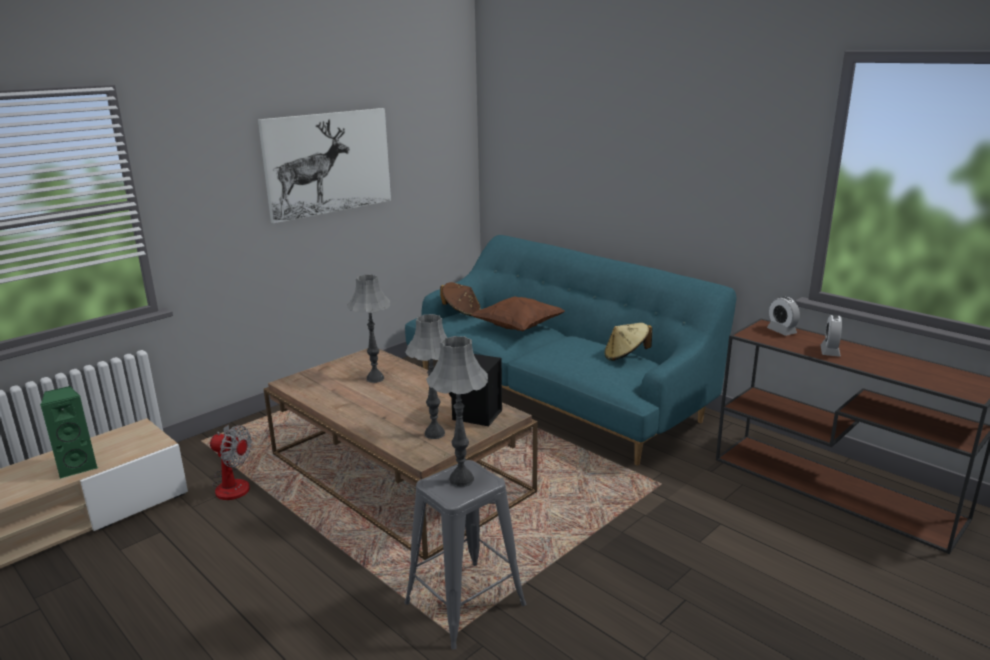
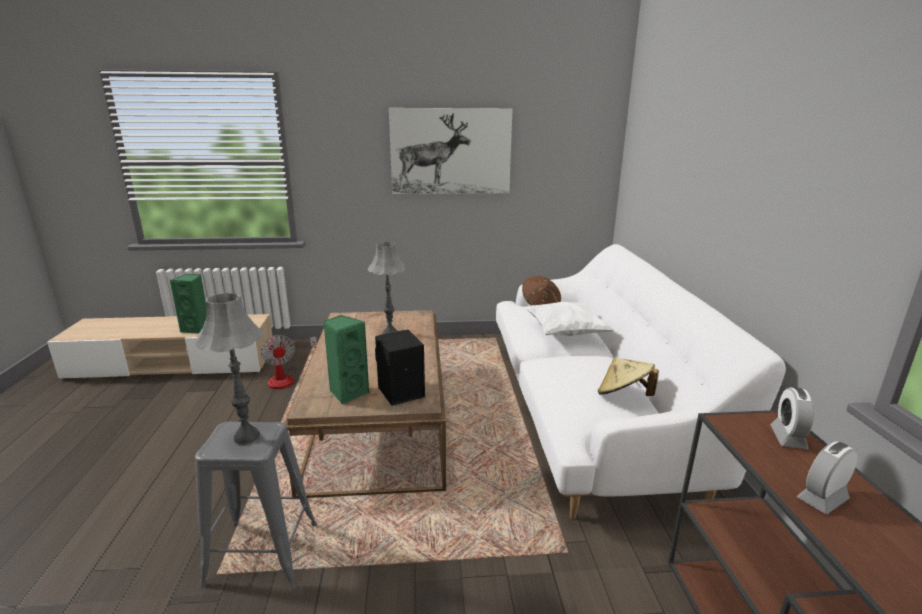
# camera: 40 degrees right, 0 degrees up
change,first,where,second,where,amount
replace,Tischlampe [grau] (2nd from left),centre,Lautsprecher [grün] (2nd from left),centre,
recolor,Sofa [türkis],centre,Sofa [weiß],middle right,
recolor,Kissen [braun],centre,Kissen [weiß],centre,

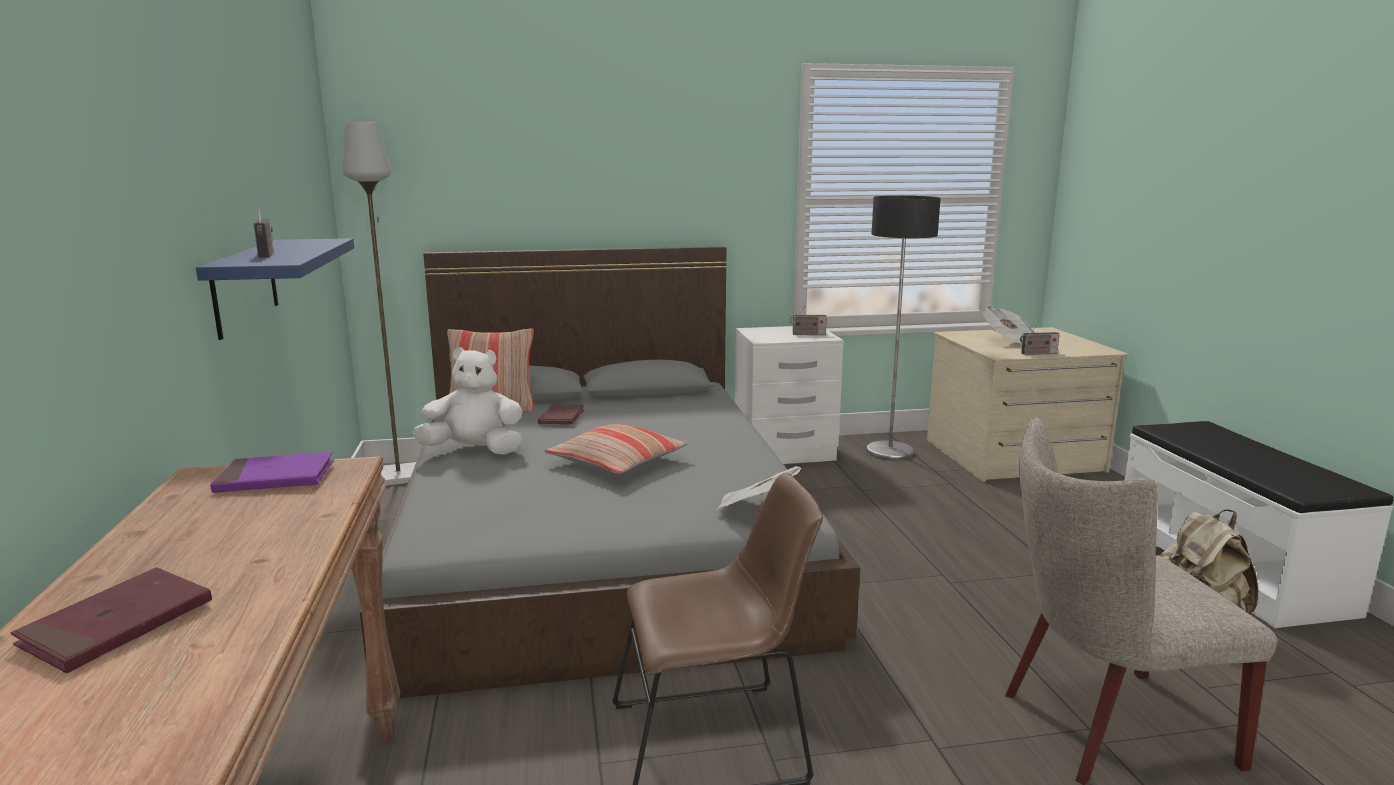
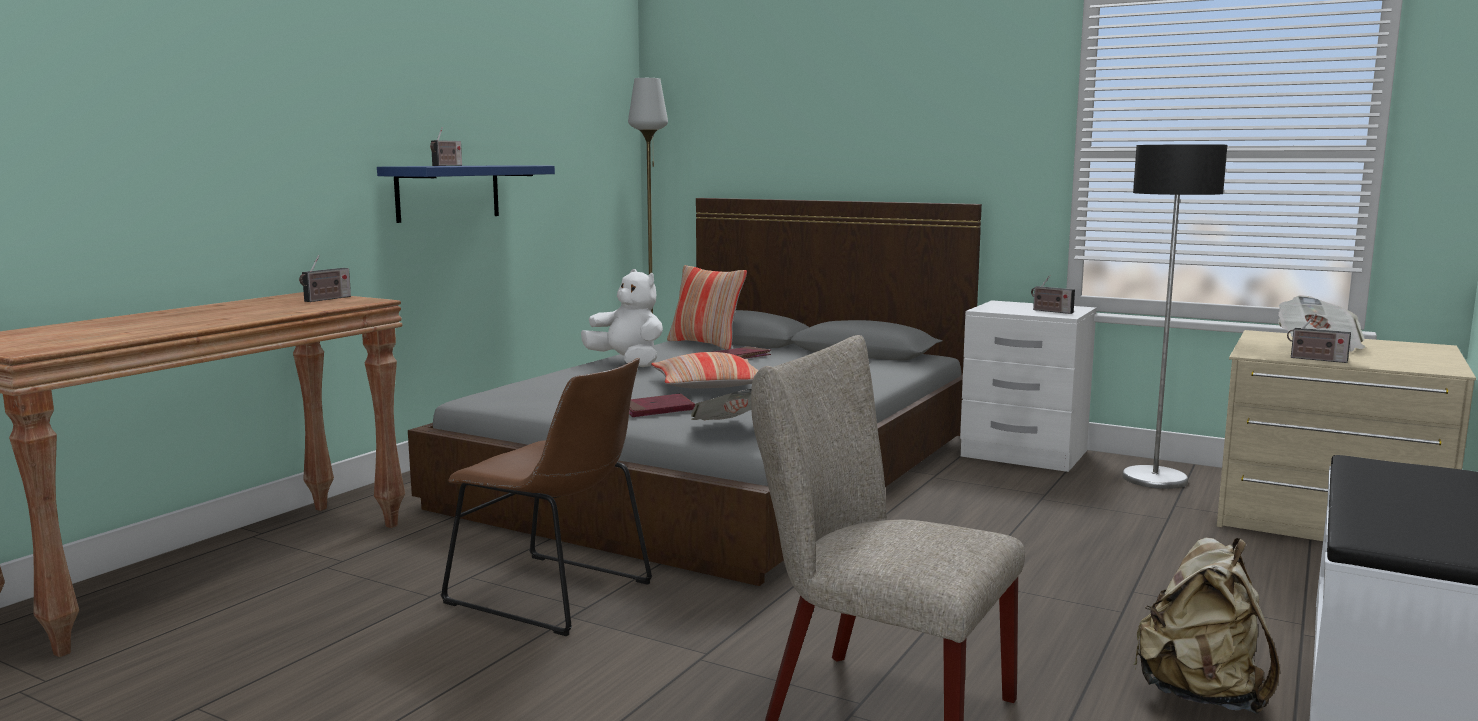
# camera: 40 degrees right, 5 degrees down
change,first,where,second,where,amount
move,Buch [rot] (1st from left),bottom left,,centre,
replace,Buch [lila],middle left,Radio (1st from left),middle left,

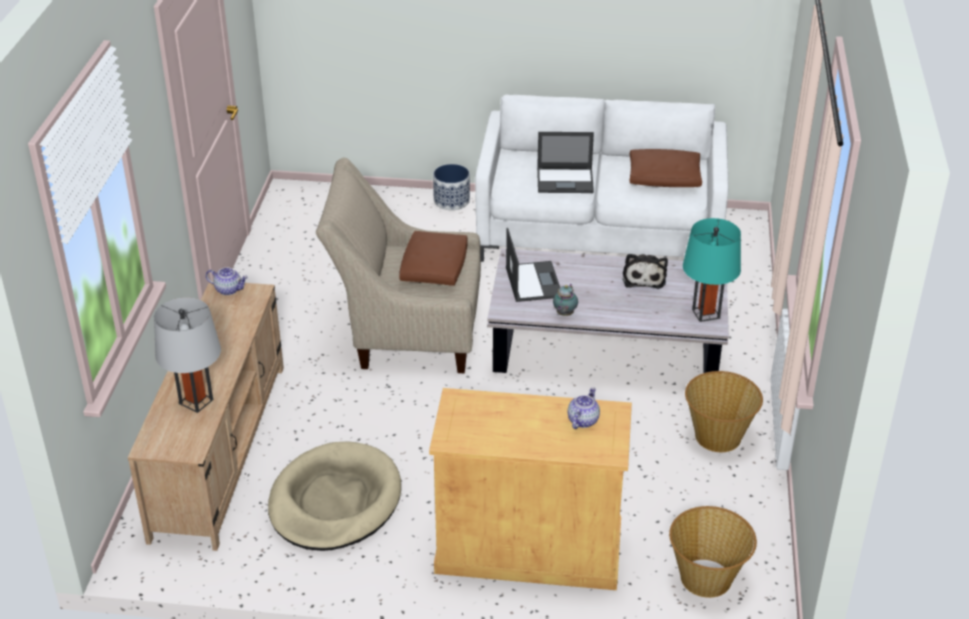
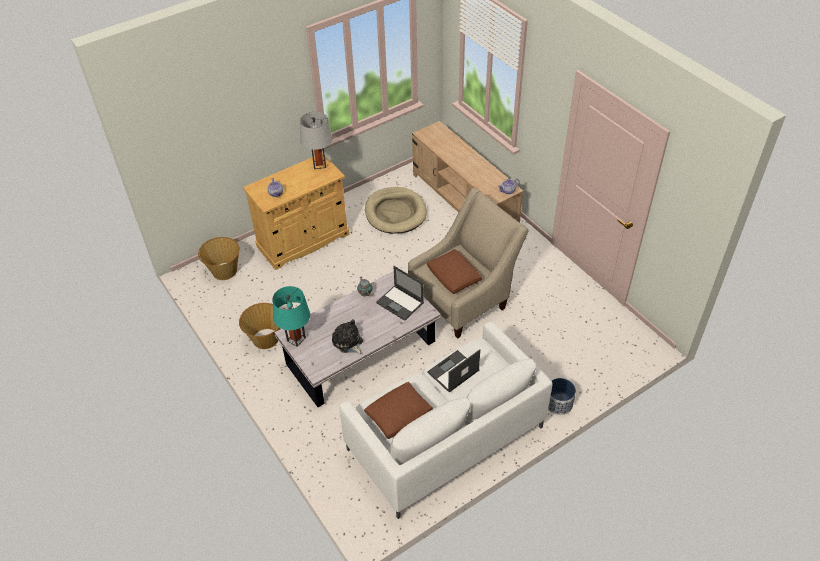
# camera: 140 degrees right, 10 degrees up
change,first,where,second,where,amount
move,Tischlampe [grau],middle left,,top centre,

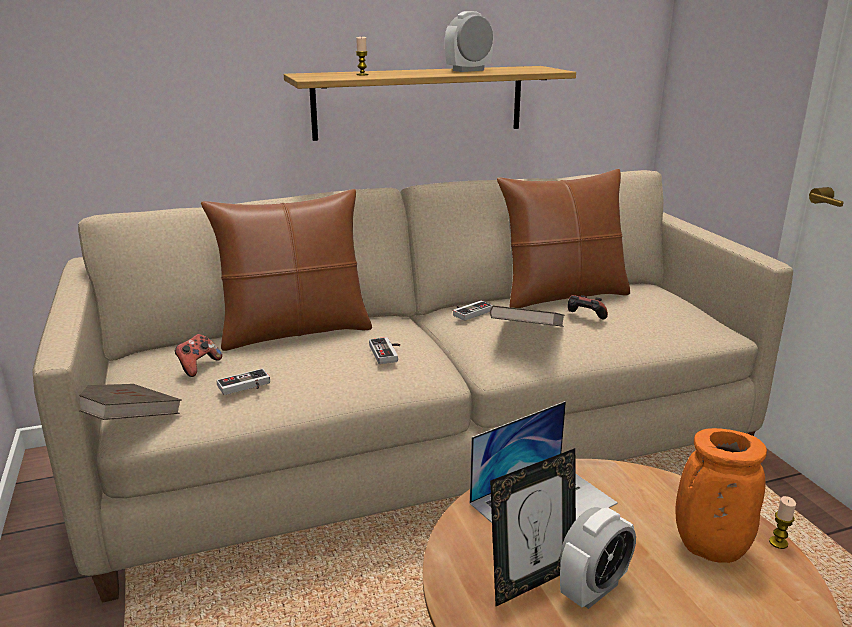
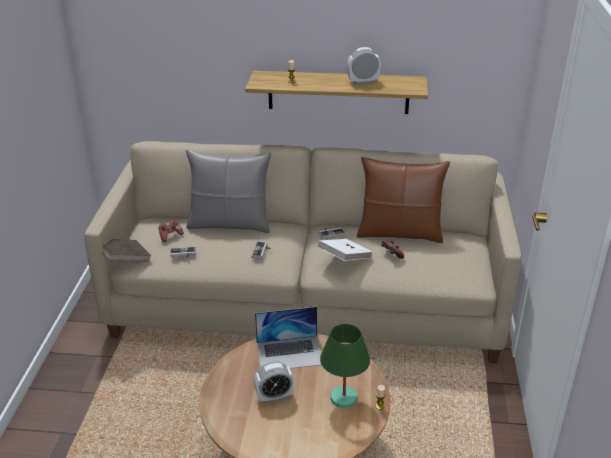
# camera: 25 degrees right, 10 degrees up
change,first,where,second,where,amount
delete,Bilderrahmen,bottom centre,,,
replace,Vase [orange],bottom right,Tischlampe [grün],bottom centre,
recolor,Kissen [braun] (1st from left),centre,Kissen [grau],centre,
recolor,Buch [braun] (2nd from left),centre,Buch [weiß],centre,

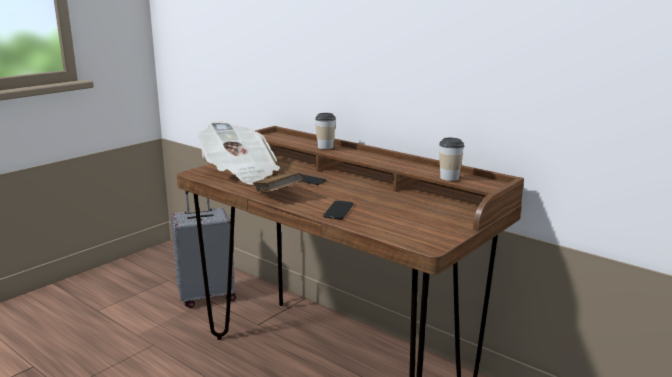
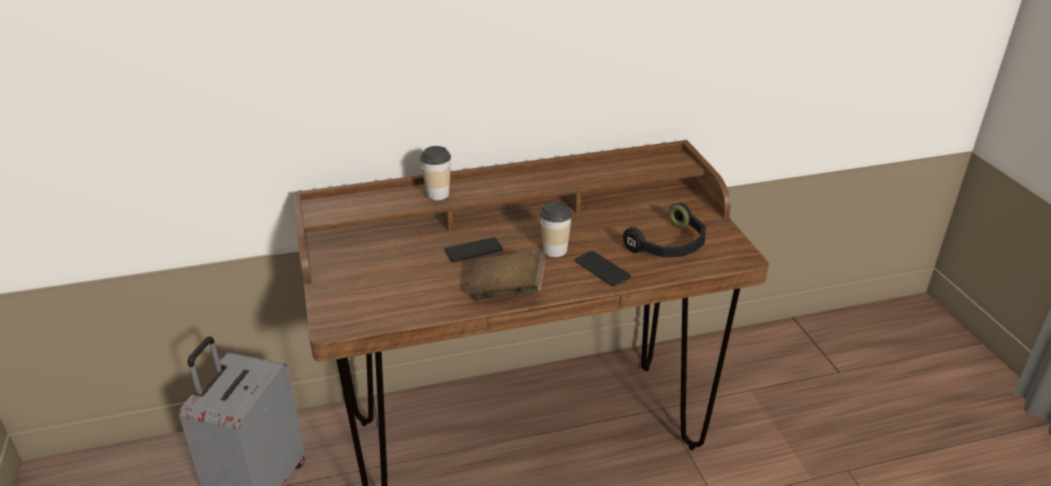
# camera: 55 degrees left, 15 degrees up
change,first,where,second,where,amount
delete,Zeitung,centre,,,
insert,,,Kopfhörer [schwarz],centre,
move,Tasse (2nd from left),middle right,,centre,

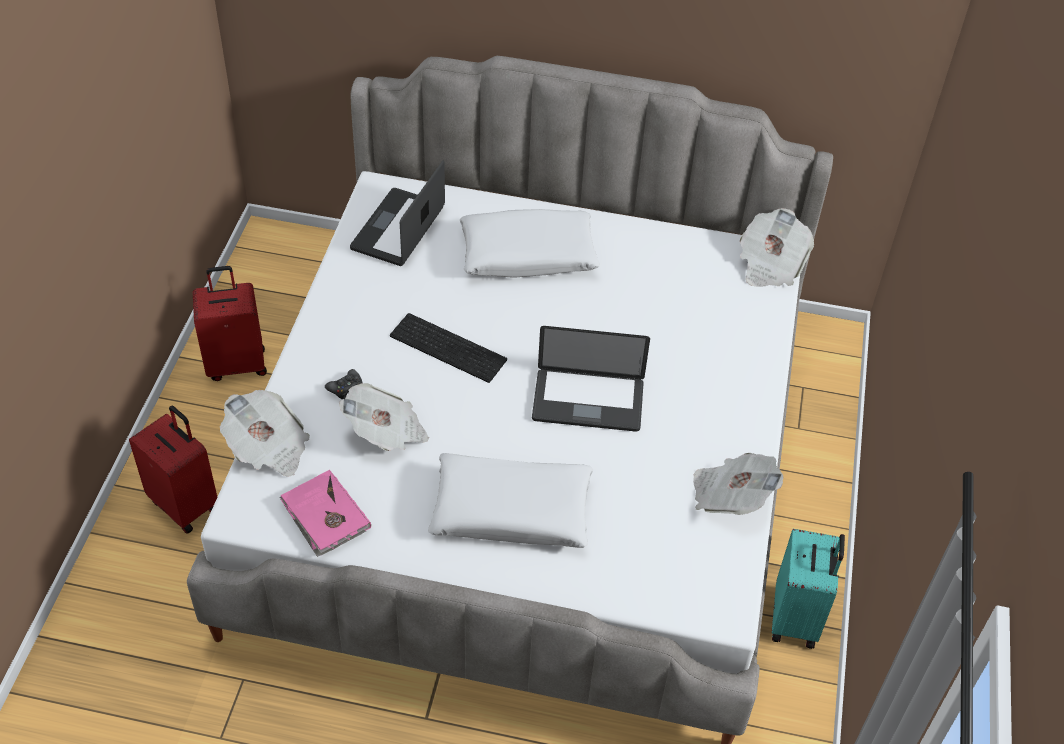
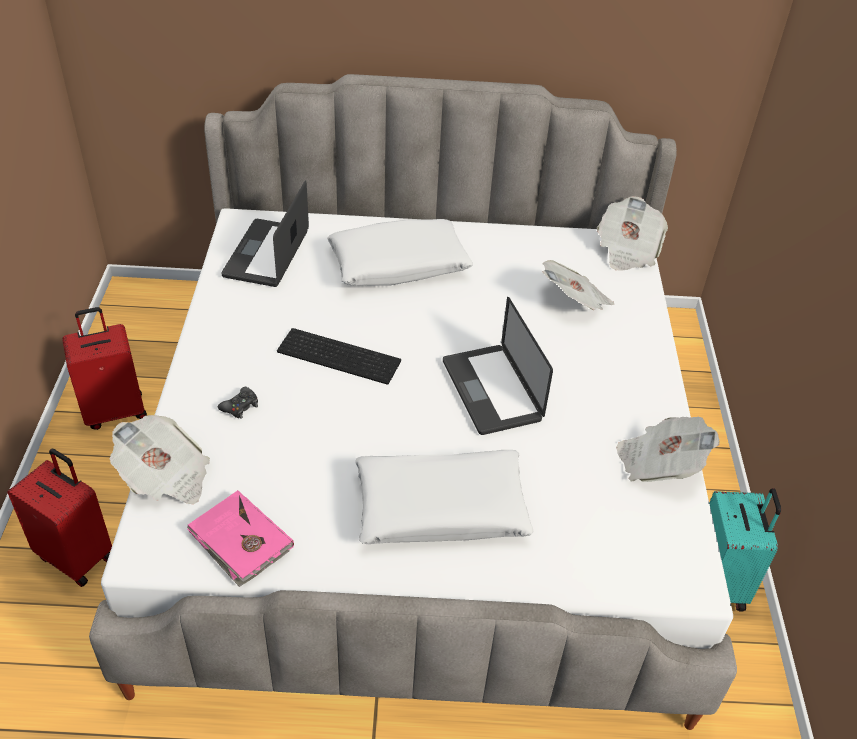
# camera: 10 degrees left, 5 degrees down
change,first,where,second,where,amount
move,Zeitung (2nd from left),centre,,middle right,
rotate,Laptop (2nd from left),centre,,centre,75 degrees clockwise

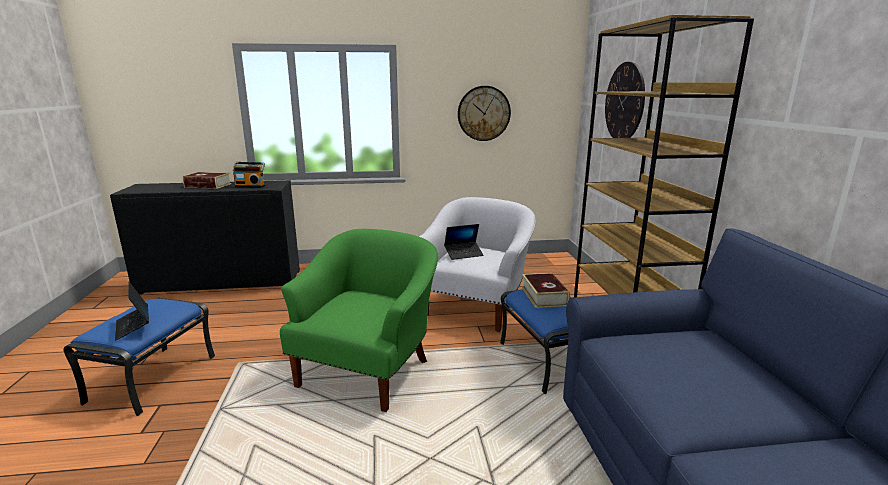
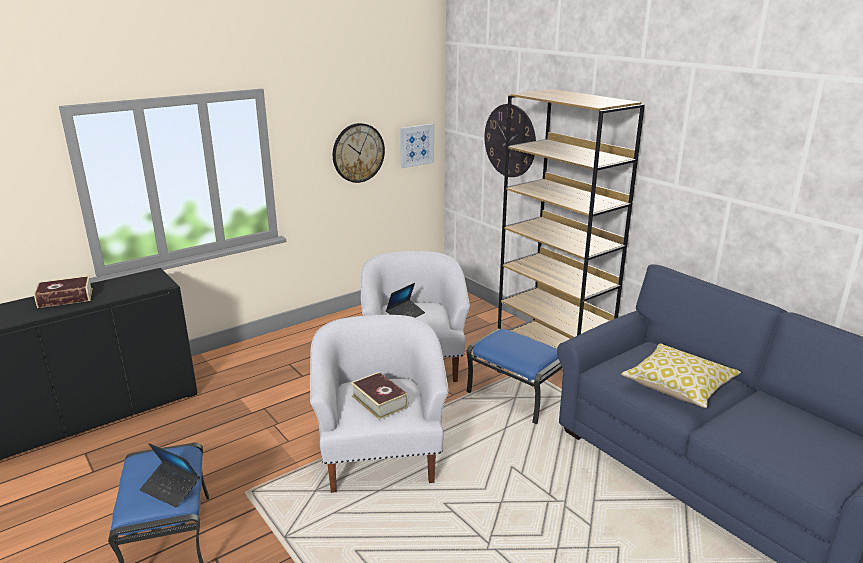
# camera: 30 degrees left, 5 degrees up
change,first,where,second,where,amount
delete,Radio,middle left,,,
insert,,,Bild,top centre,
insert,,,Kissen,bottom right,
move,Buch (2nd from left),centre,,bottom centre,
recolor,Sessel [grün],centre,Sessel [weiß] (1st from left),bottom centre,

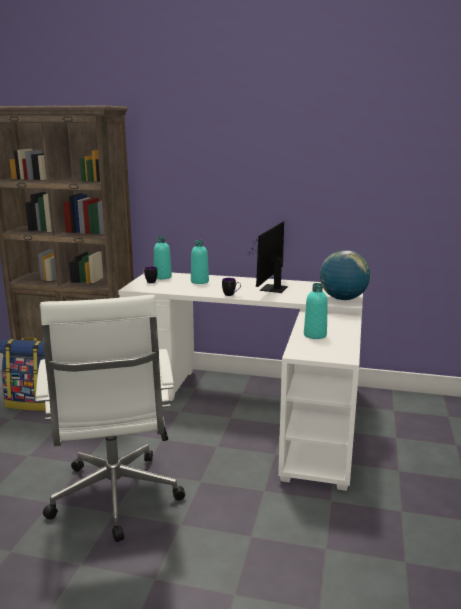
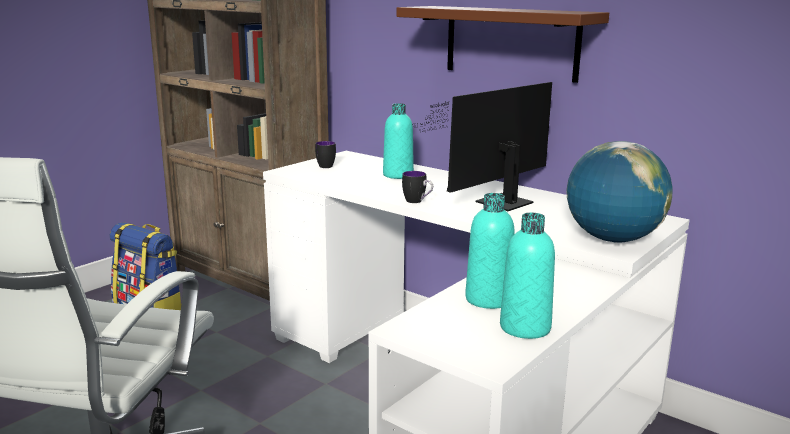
# camera: 25 degrees right, 0 degrees up
change,first,where,second,where,amount
insert,,,Wandregal [braun],top centre,
move,Flasche [türkis] (1st from left in the first image),centre,Flasche [türkis] (3rd from left),middle right,

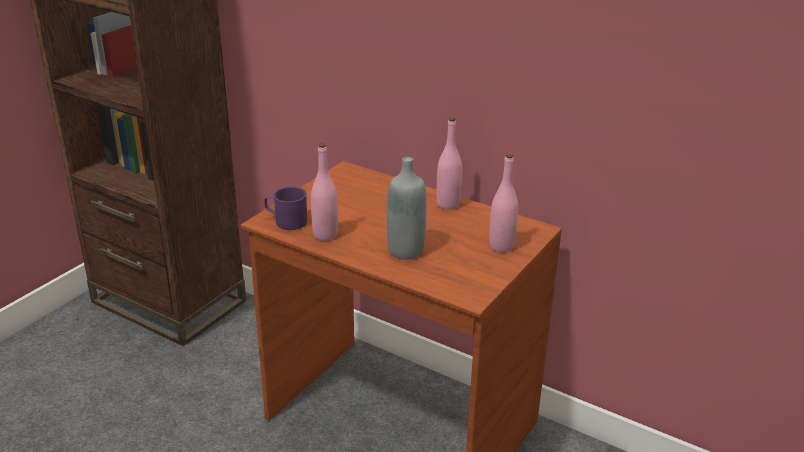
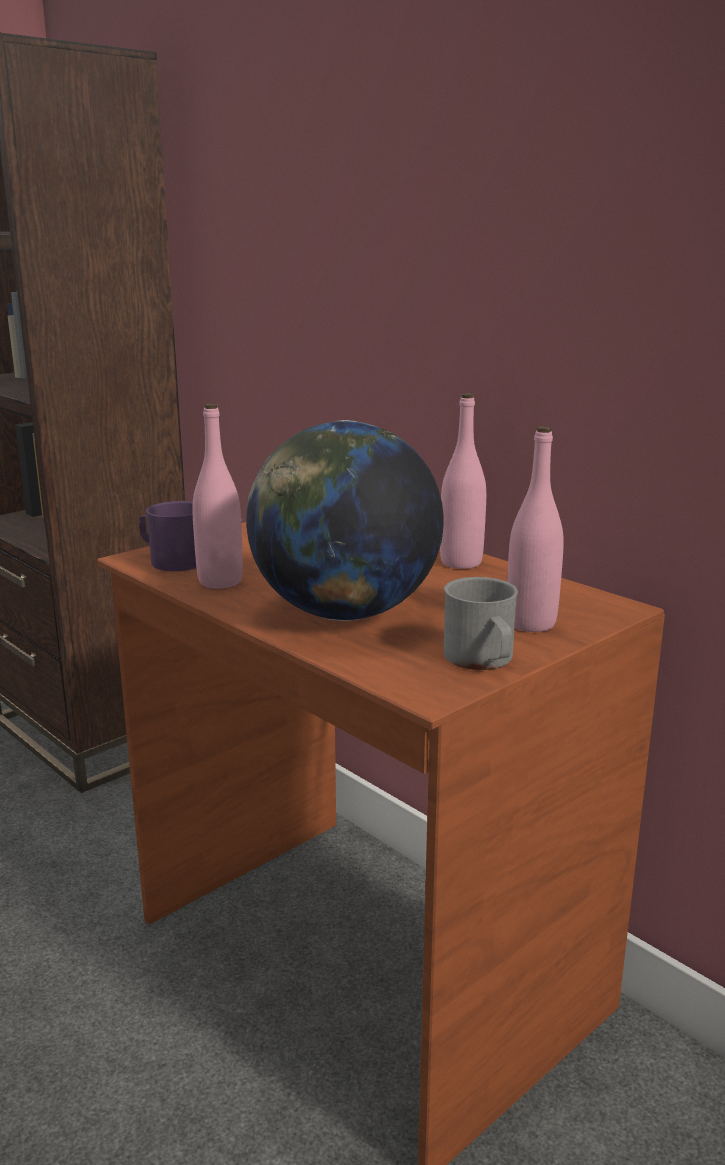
# camera: 15 degrees right, 10 degrees down
change,first,where,second,where,amount
insert,,,Henkelbecher [grau],centre,
replace,Flasche [grau],centre,Globus,centre,

